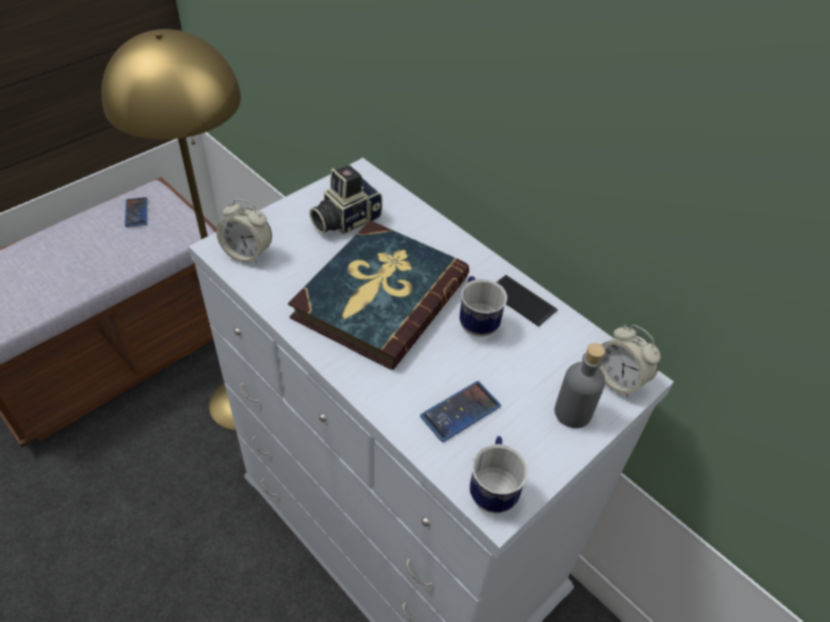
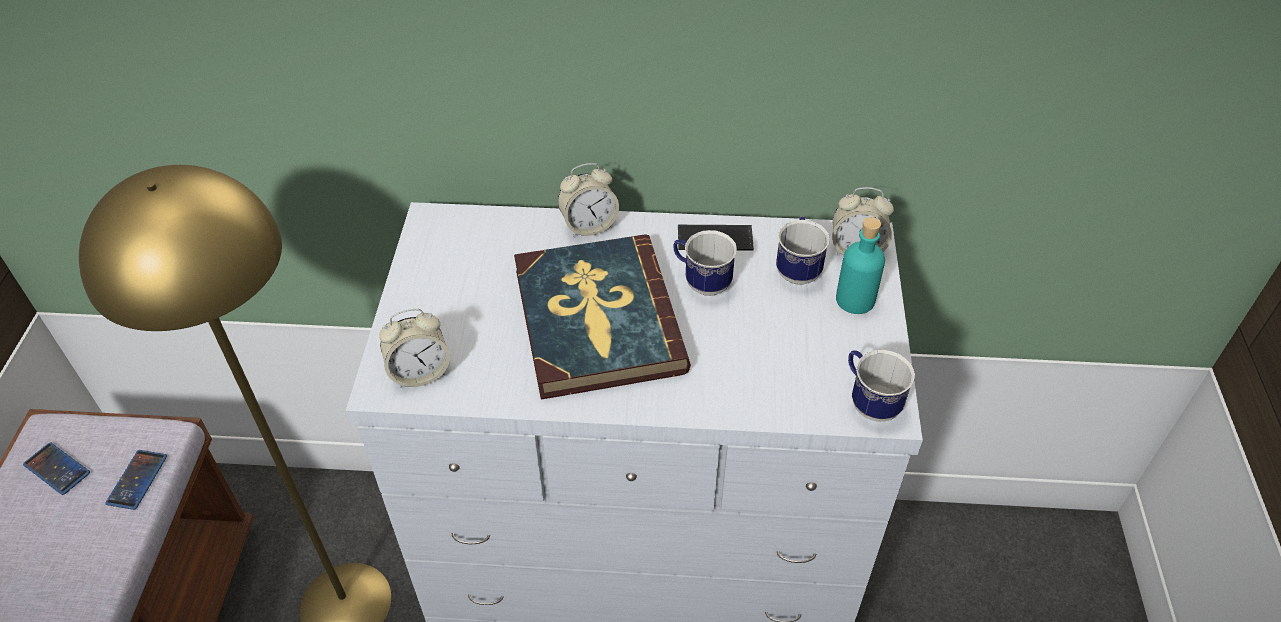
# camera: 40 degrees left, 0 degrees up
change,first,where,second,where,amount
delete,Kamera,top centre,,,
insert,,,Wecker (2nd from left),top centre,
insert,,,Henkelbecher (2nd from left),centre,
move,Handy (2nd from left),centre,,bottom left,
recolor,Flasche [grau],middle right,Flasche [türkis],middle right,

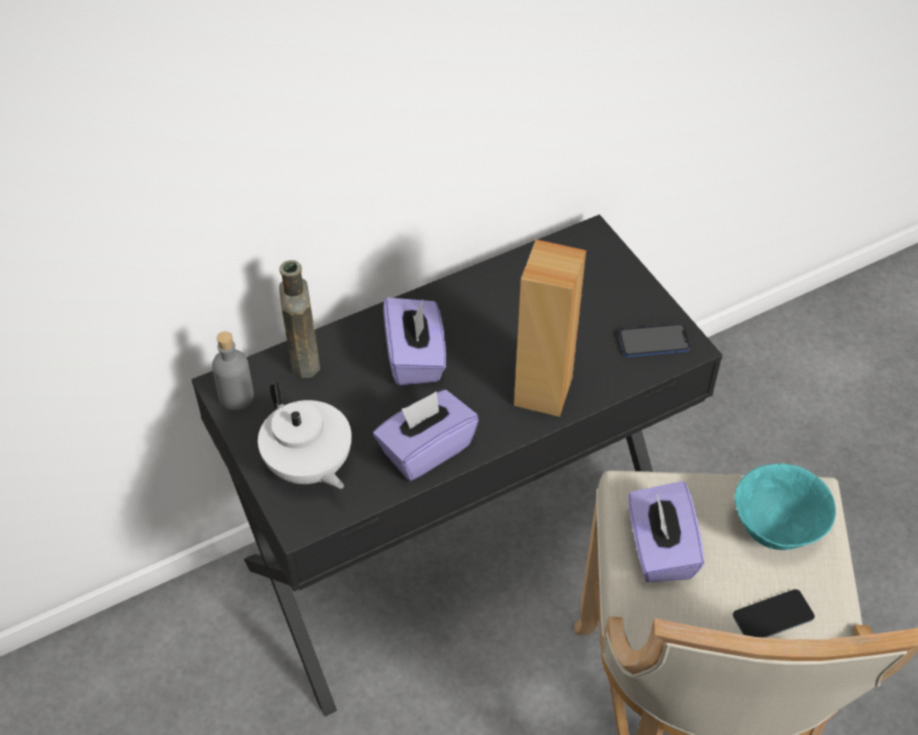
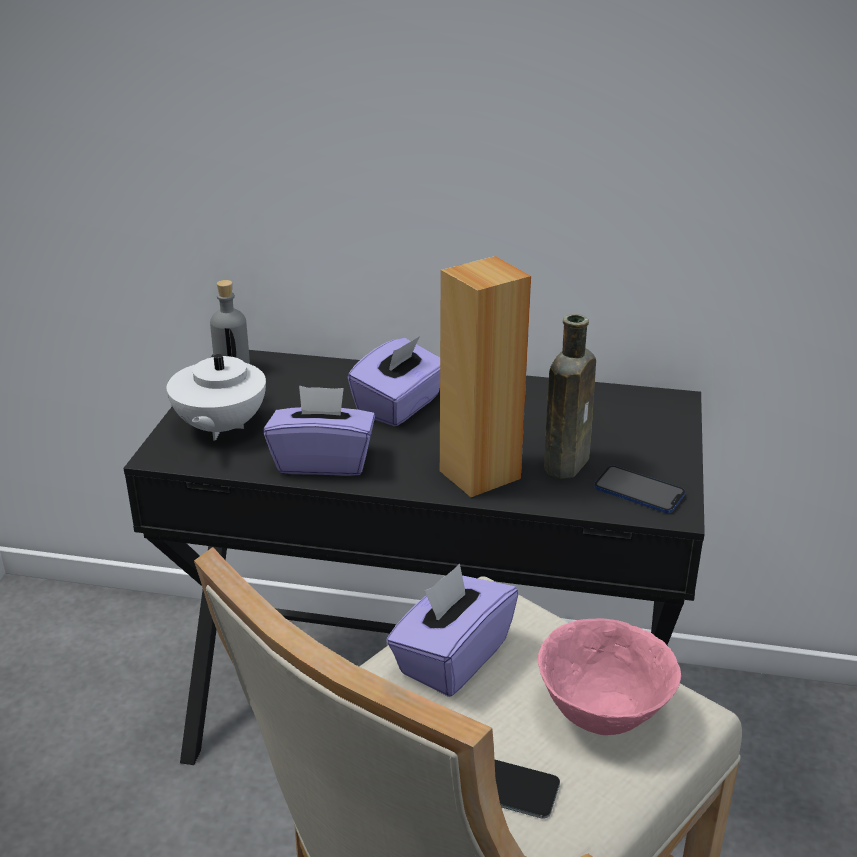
# camera: 40 degrees right, 20 degrees down
change,first,where,second,where,amount
move,Flasche [braun],middle left,,centre,
recolor,Schüssel [türkis],bottom right,Schüssel [rosa],bottom right,

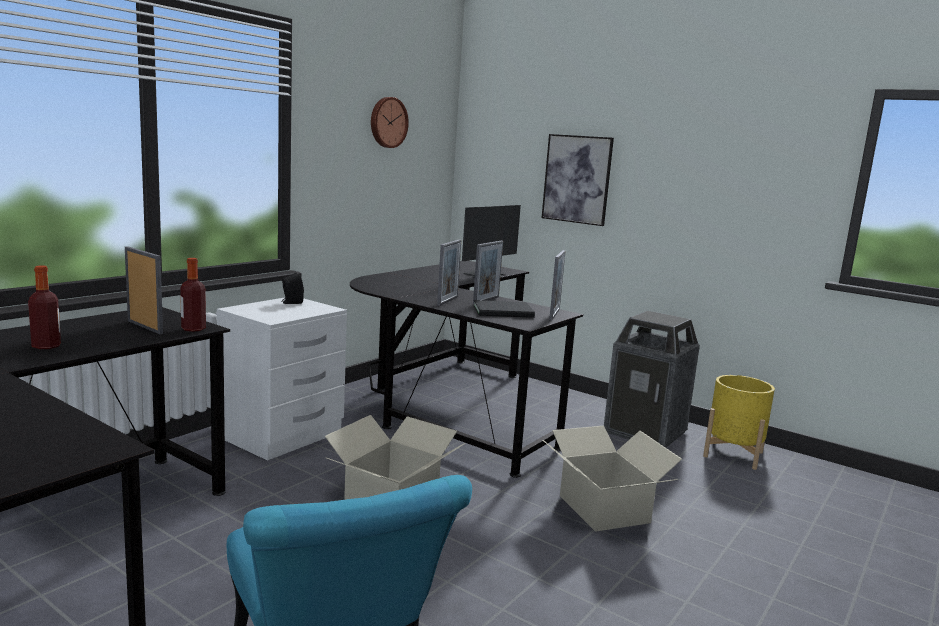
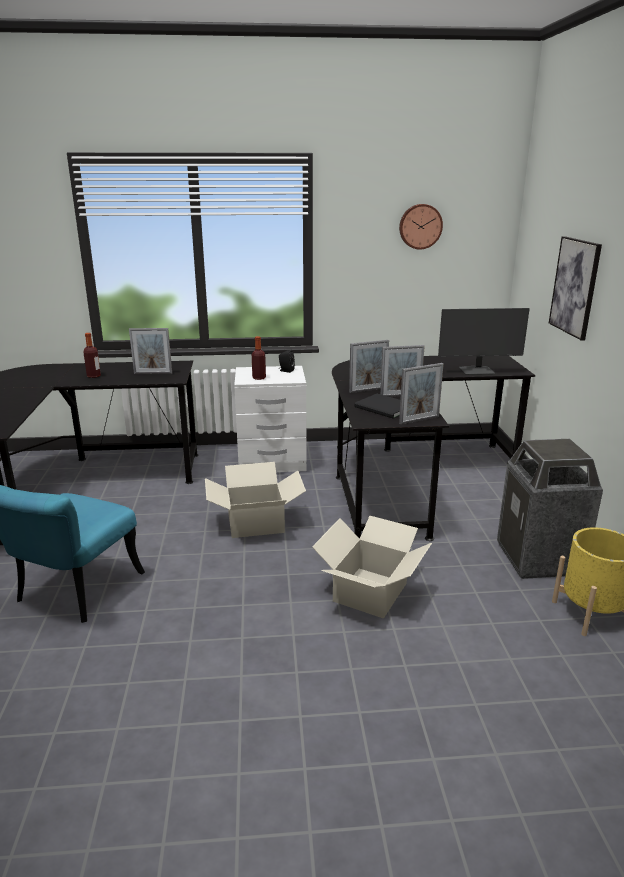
# camera: 50 degrees right, 10 degrees up
change,first,where,second,where,amount
move,Flasche (2nd from left),middle left,,centre,
rotate,Bilderrahmen (1st from left),middle left,,middle left,90 degrees clockwise

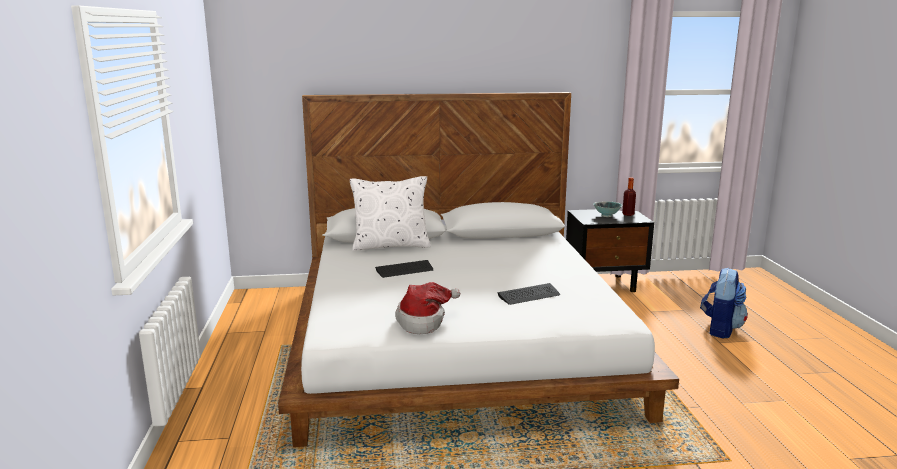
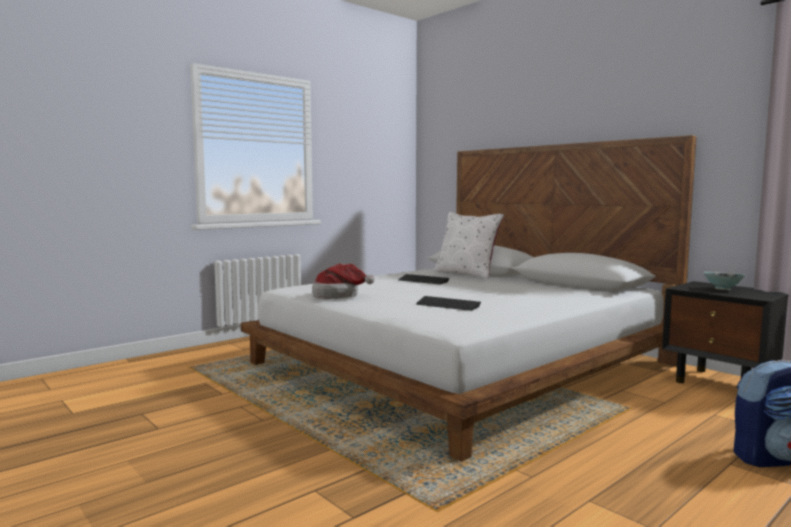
# camera: 55 degrees right, 10 degrees down
change,first,where,second,where,amount
delete,Flasche,middle right,,,

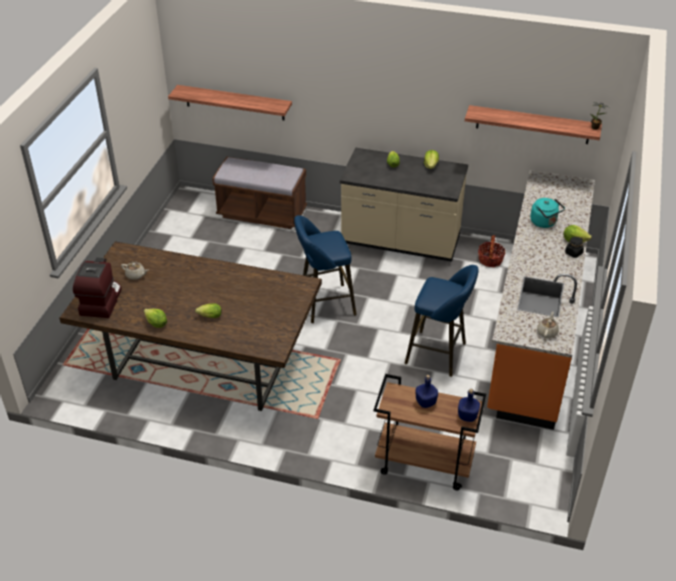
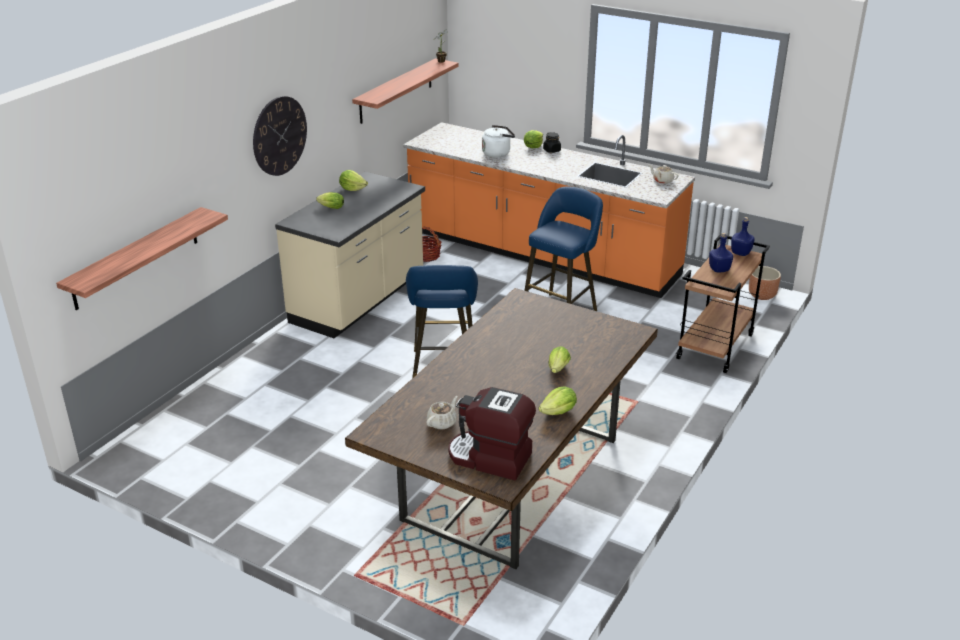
# camera: 75 degrees left, 10 degrees down
change,first,where,second,where,amount
delete,Bank [braun],top centre,,,
insert,,,Wanduhr,top left,
insert,,,Pflanzkübel [braun],middle right,
recolor,Wasserkessel [türkis],middle right,Wasserkessel [weiß],top centre,

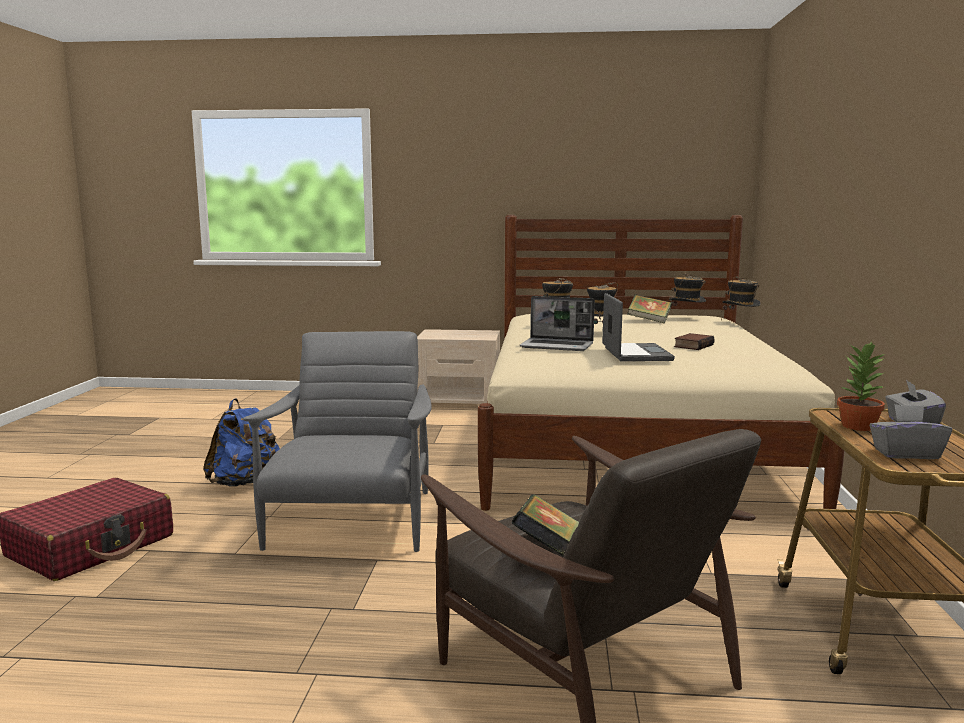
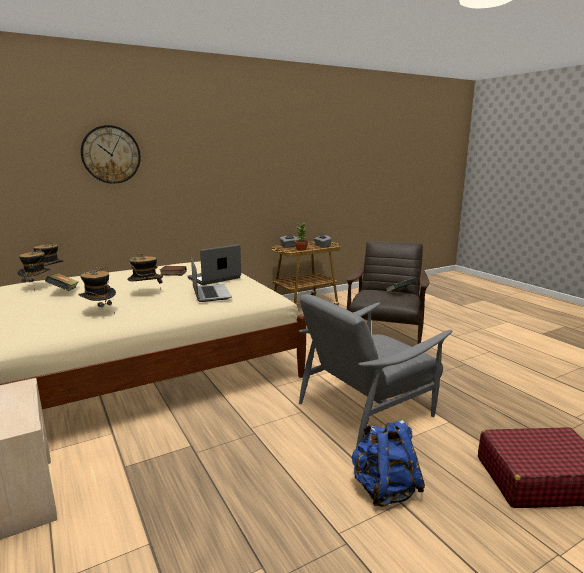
# camera: 125 degrees left, 5 degrees up
change,first,where,second,where,amount
insert,,,Wanduhr,top left,

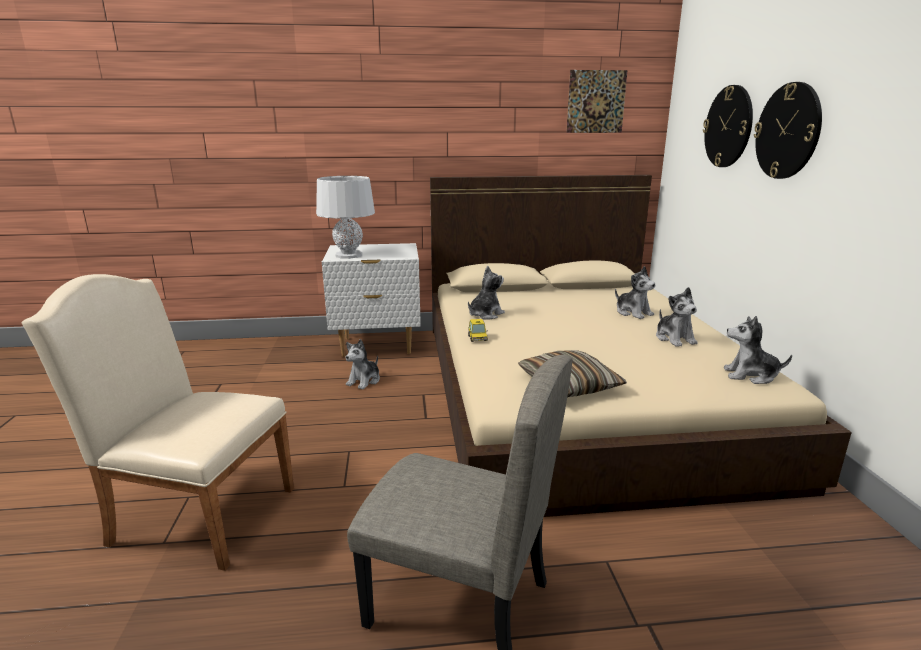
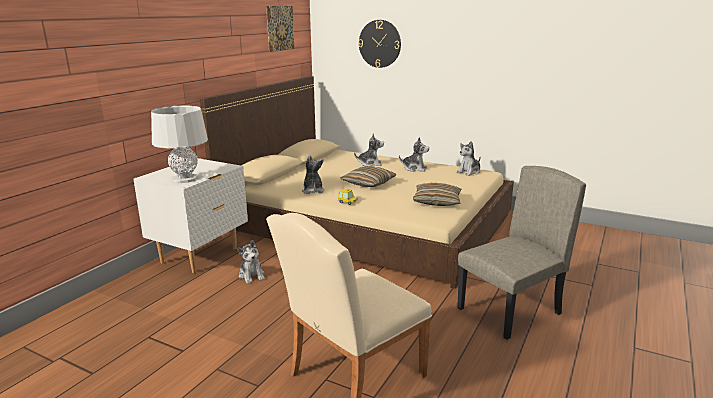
# camera: 55 degrees left, 0 degrees up
change,first,where,second,where,amount
delete,Wanduhr (2nd from left),top right,,,
insert,,,Kissen (1st from left),centre,

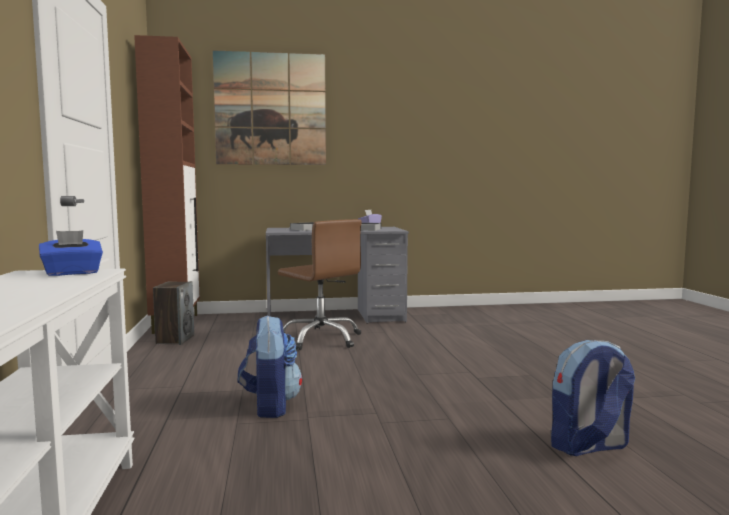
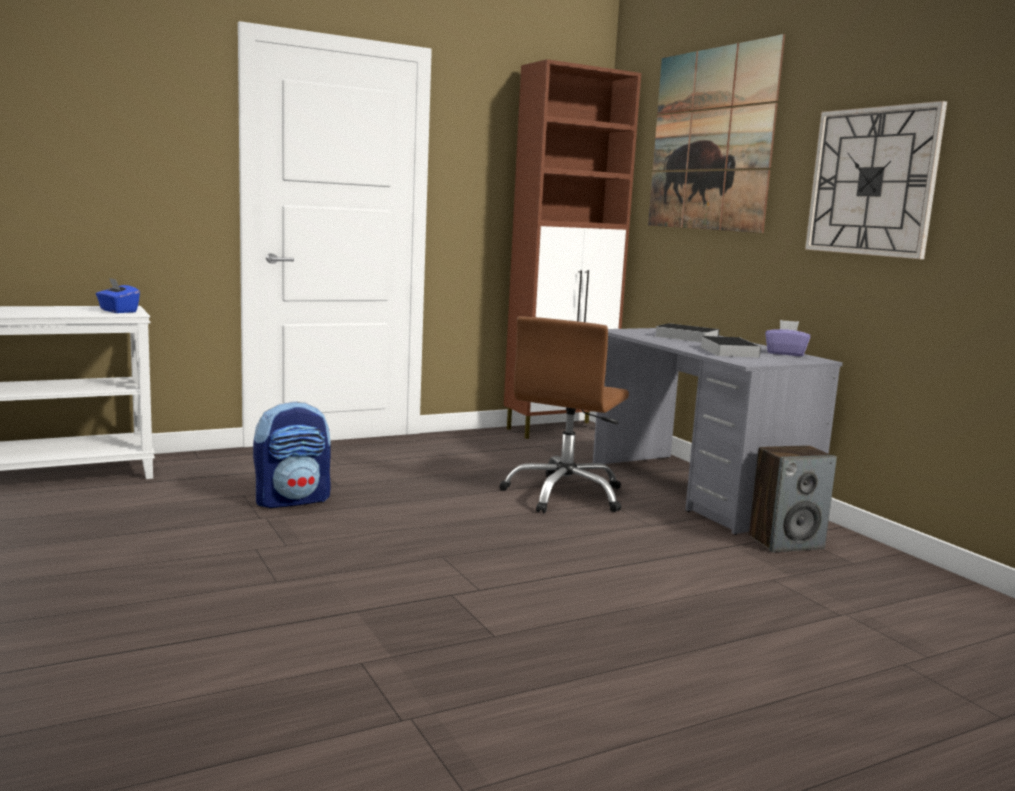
# camera: 70 degrees right, 5 degrees up
change,first,where,second,where,amount
delete,Rucksack (2nd from left),bottom right,,,
insert,,,Wanduhr,top right,
move,Lautsprecher,middle left,,middle right,

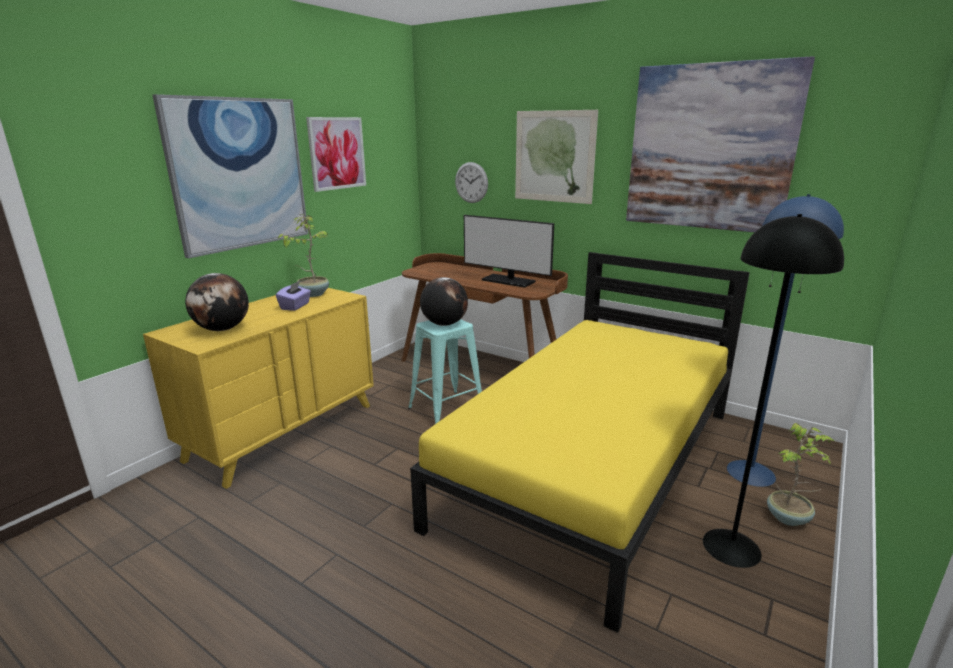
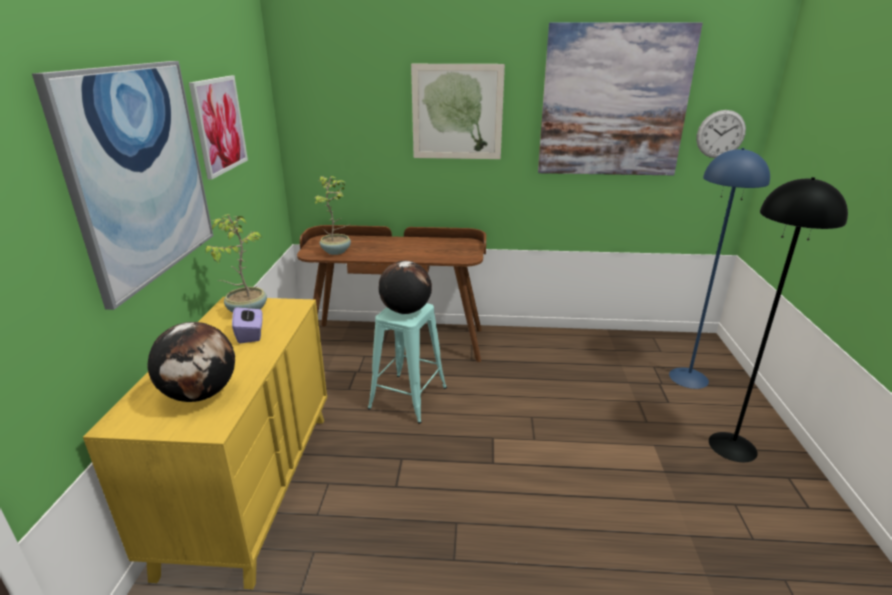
# camera: 30 degrees left, 5 degrees up
change,first,where,second,where,amount
delete,Bett [gelb],centre,,,
delete,Monitor,centre,,,
move,Wanduhr,top centre,,top right,
move,Topfpflanze (2nd from left),bottom right,,centre,

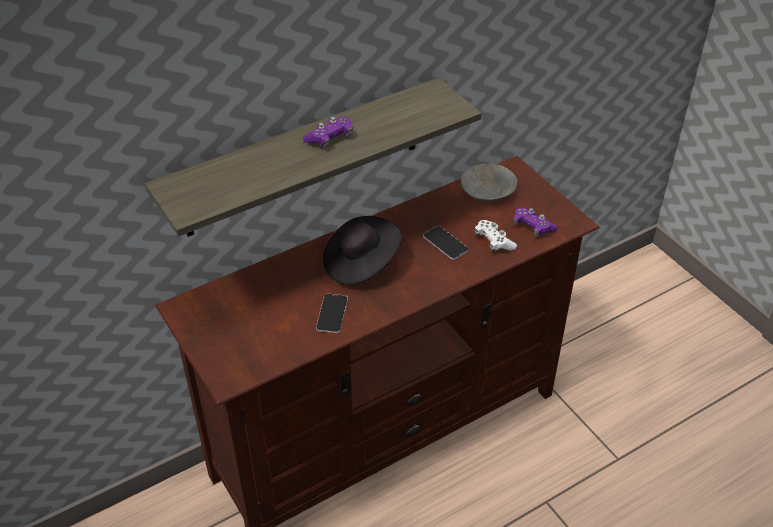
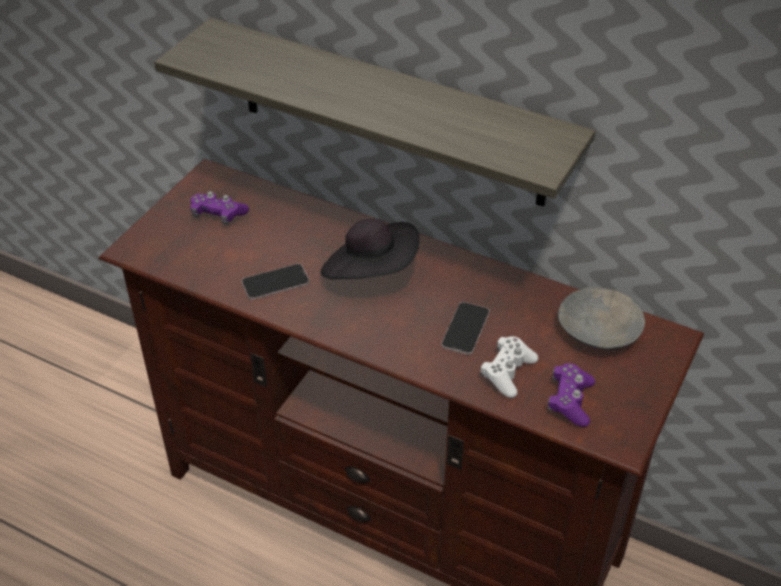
# camera: 60 degrees right, 0 degrees up
change,first,where,second,where,amount
move,Gamepad [lila] (1st from left),top centre,,middle left,

